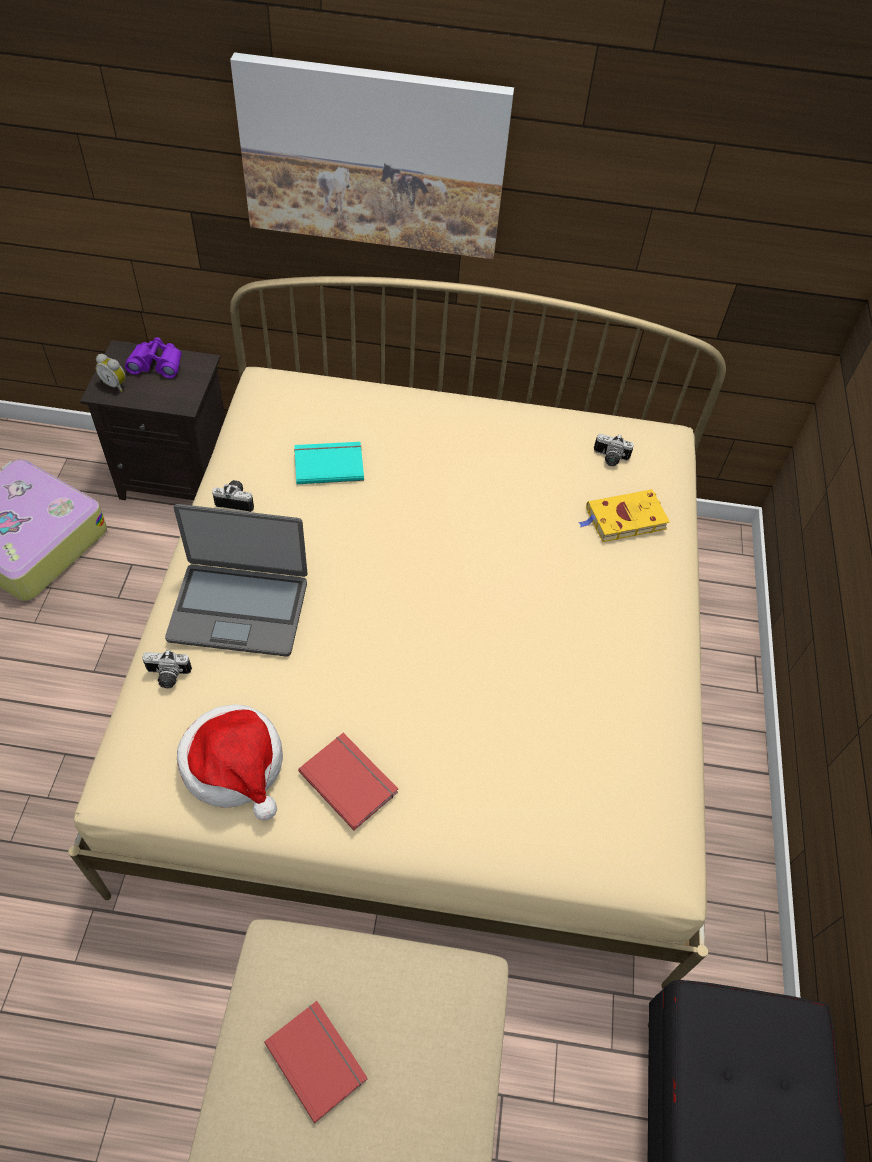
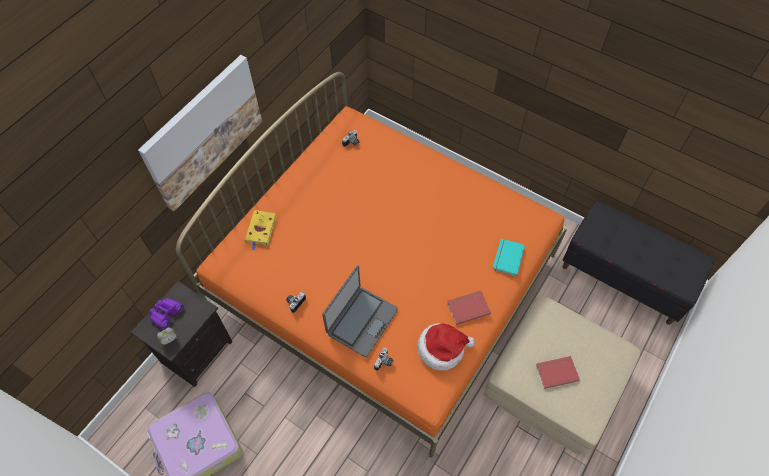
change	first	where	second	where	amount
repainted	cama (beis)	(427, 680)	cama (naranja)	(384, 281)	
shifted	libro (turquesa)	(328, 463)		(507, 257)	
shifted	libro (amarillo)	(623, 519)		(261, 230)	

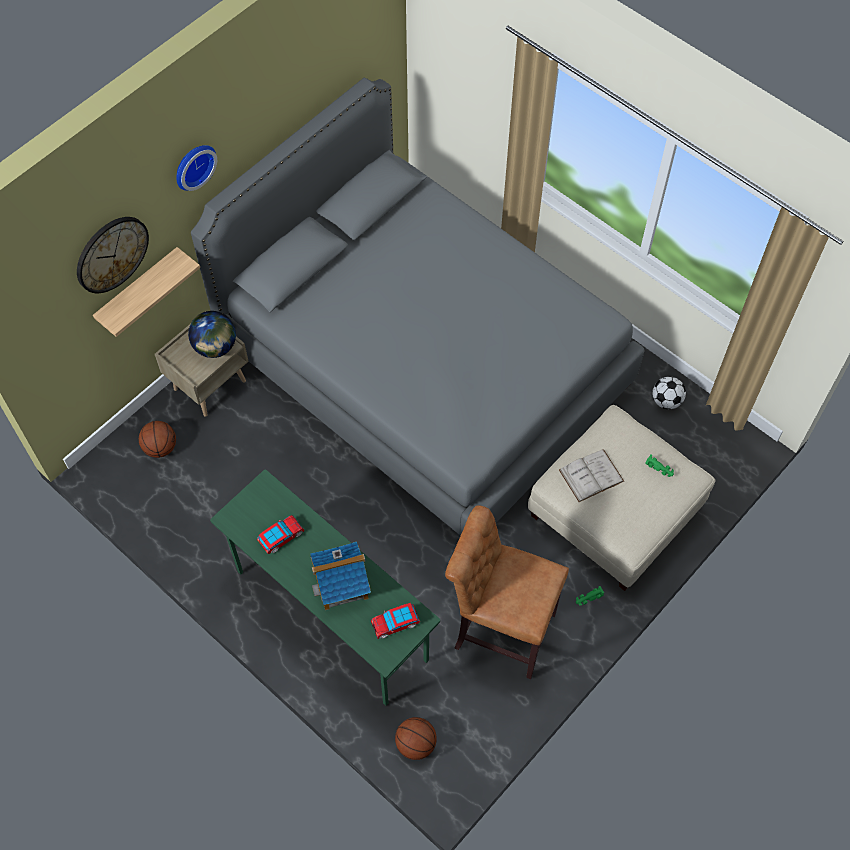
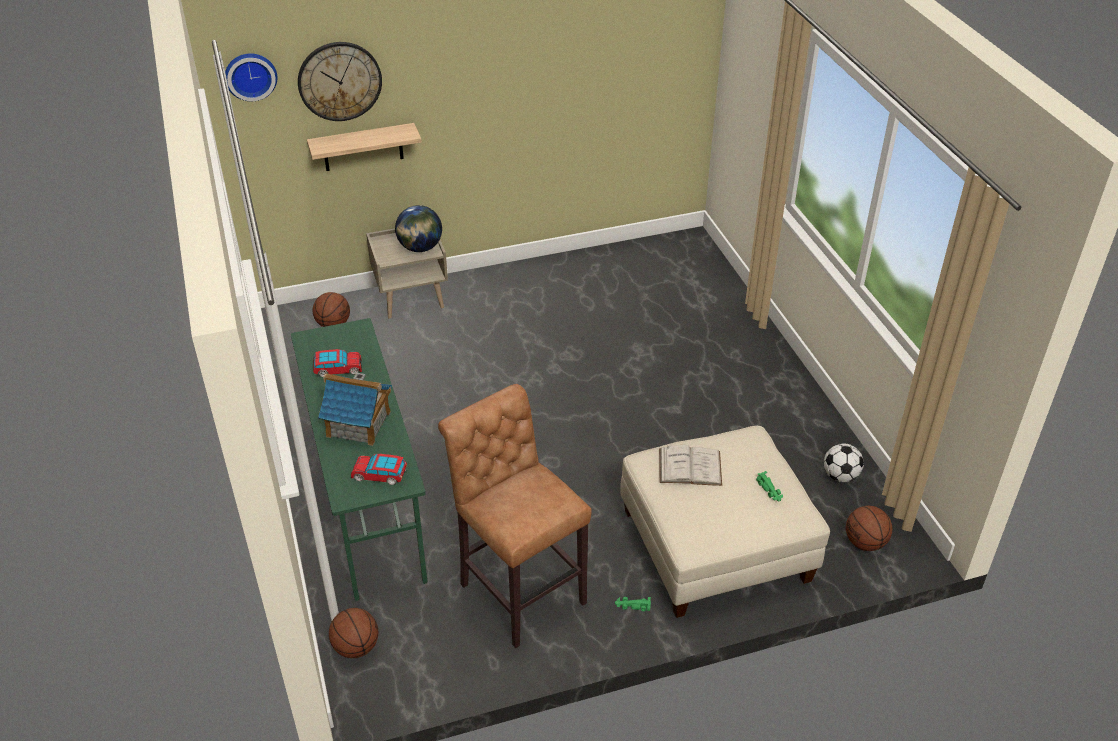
change	first	where	second	where	amount
gone	cama (gris)	(425, 365)			
shifted	reloj de pared	(193, 165)		(250, 75)	
new			balón de baloncesto	(865, 543)	

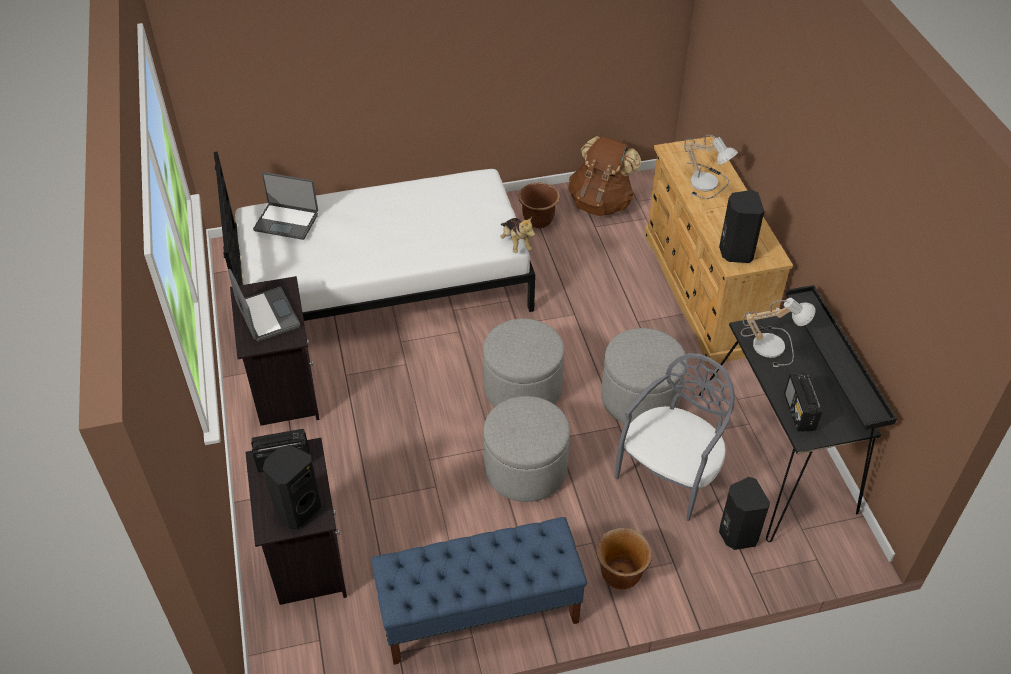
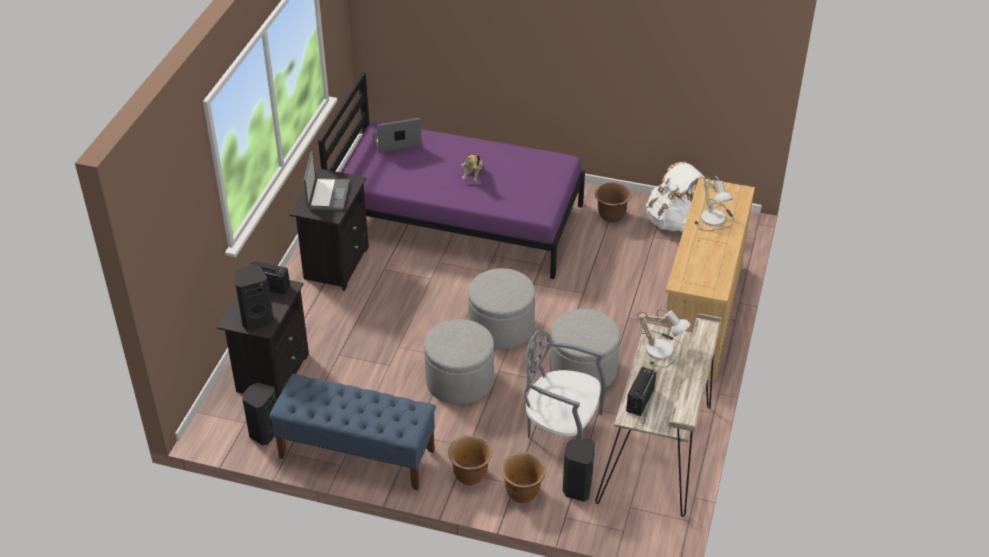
change	first	where	second	where	amount
repainted	mochila (marrón)	(601, 203)	mochila (blanco)	(674, 221)	
repainted	cama (blanco)	(383, 284)	cama (morado)	(457, 218)	
rotated	portátil	(287, 221)		(397, 141)	120 degrees clockwise
shifted	altavoz (negro)	(735, 252)		(264, 432)	
shifted	peluche	(516, 243)		(472, 174)	
repainted	escritorio (negro)	(779, 454)	escritorio (beis)	(658, 452)	
rotated	silla (gris)	(670, 475)		(561, 429)	135 degrees counterclockwise
new			maceta (marrón)	(522, 492)	

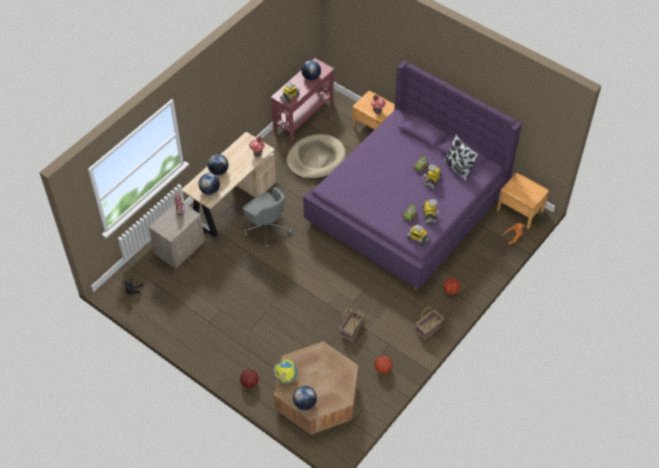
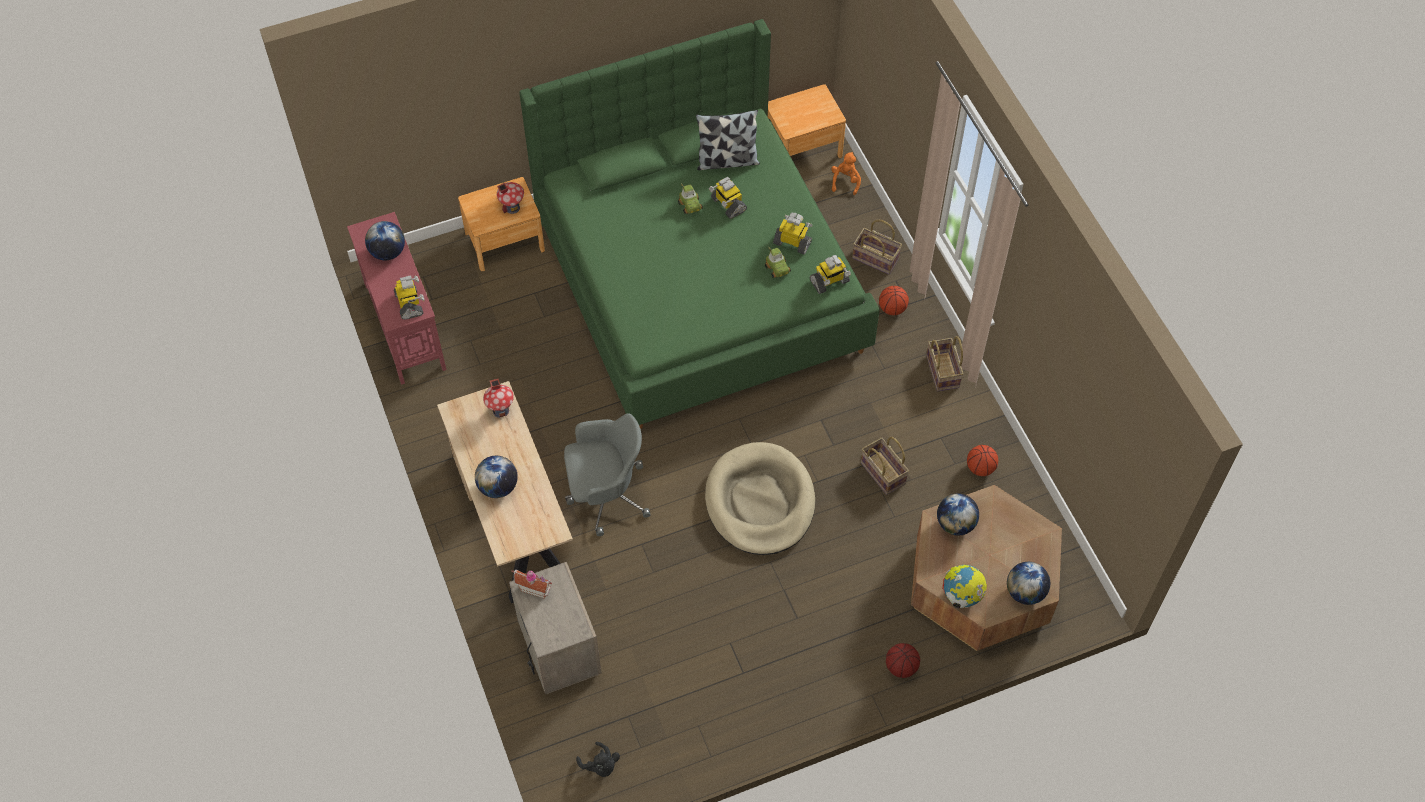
change	first	where	second	where	amount
repainted	cama (morado)	(408, 207)	cama (verde)	(700, 280)	
shifted	cama para perro (beis)	(316, 159)		(760, 502)	
shifted	globo terráqueo	(210, 190)		(955, 524)	
new			cesta	(876, 258)	

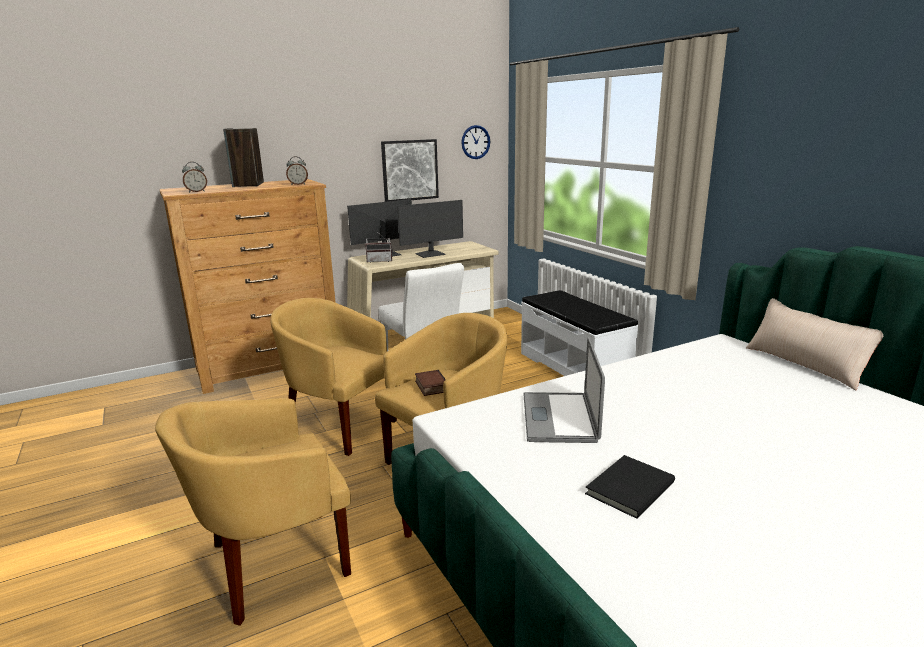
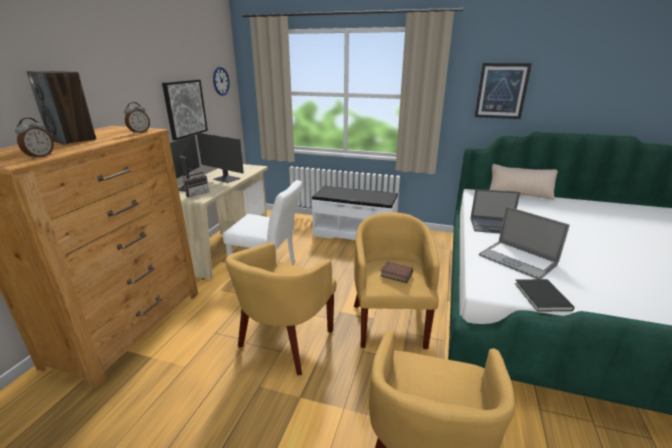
change	first	where	second	where	amount
rotated	monitor	(431, 254)		(226, 179)	105 degrees clockwise
rotated	sillón (amarillo)	(339, 426)		(285, 341)	45 degrees counterclockwise
shifted	libro (negro)	(627, 487)		(541, 297)	
new			cuadro	(501, 91)	
new			portátil	(494, 226)	

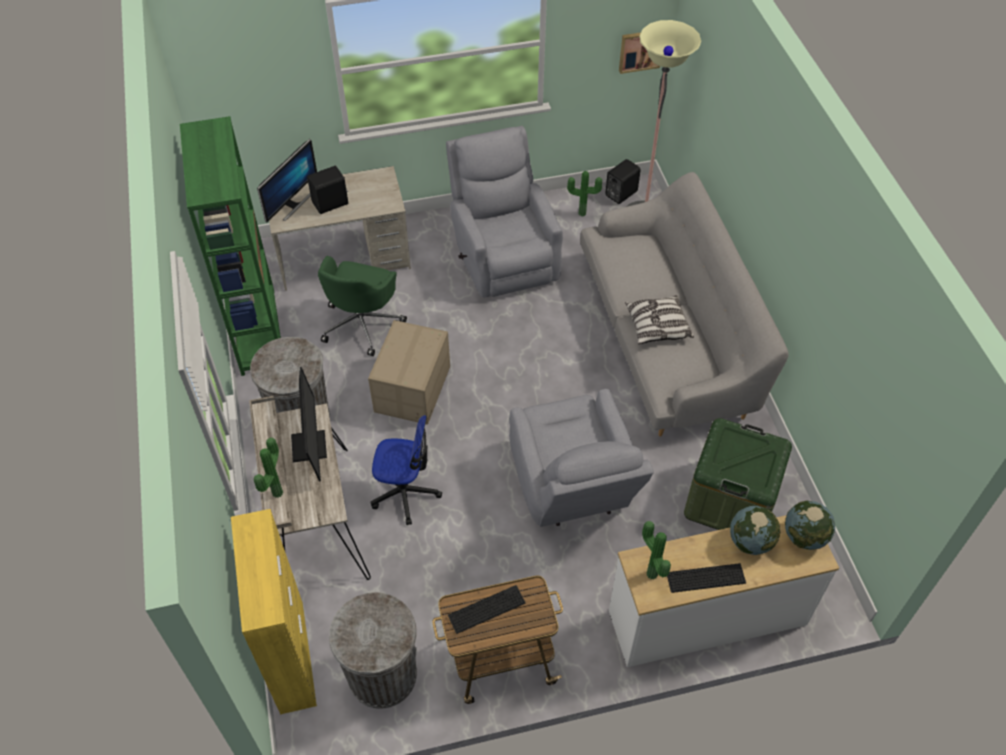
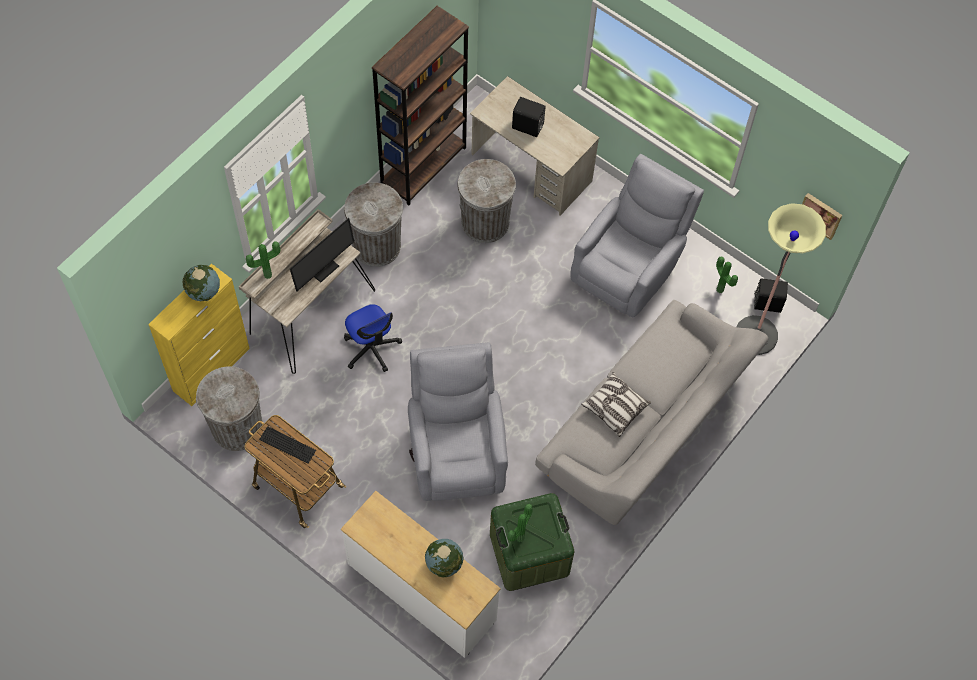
change	first	where	second	where	amount
repainted	estantería (verde)	(258, 331)	estantería (marrón)	(423, 166)	
gone	monitor	(292, 204)			
swapped	silla de oficina (verde)	(362, 323)	papelera (gris)	(485, 222)	
gone	caja de cartón	(413, 389)			
rotated	sillón (gris)	(573, 489)		(456, 447)	135 degrees clockwise
shifted	globo terráqueo	(804, 537)		(203, 292)	
shifted	planta en maceta	(650, 575)		(518, 537)	
gone	teclado	(705, 578)			

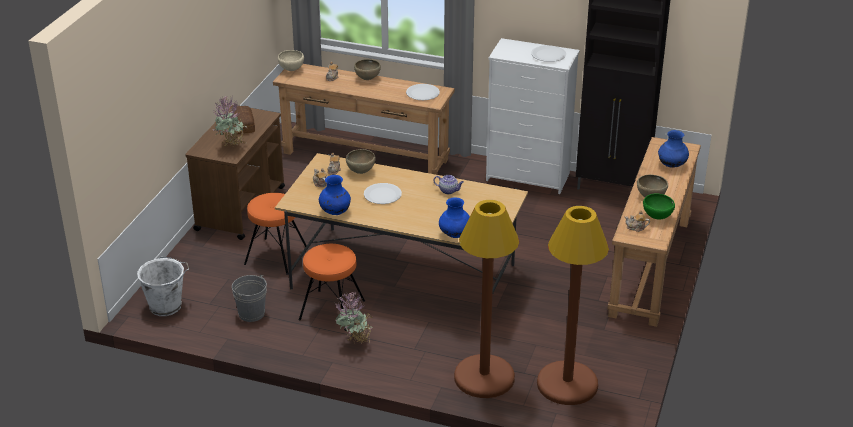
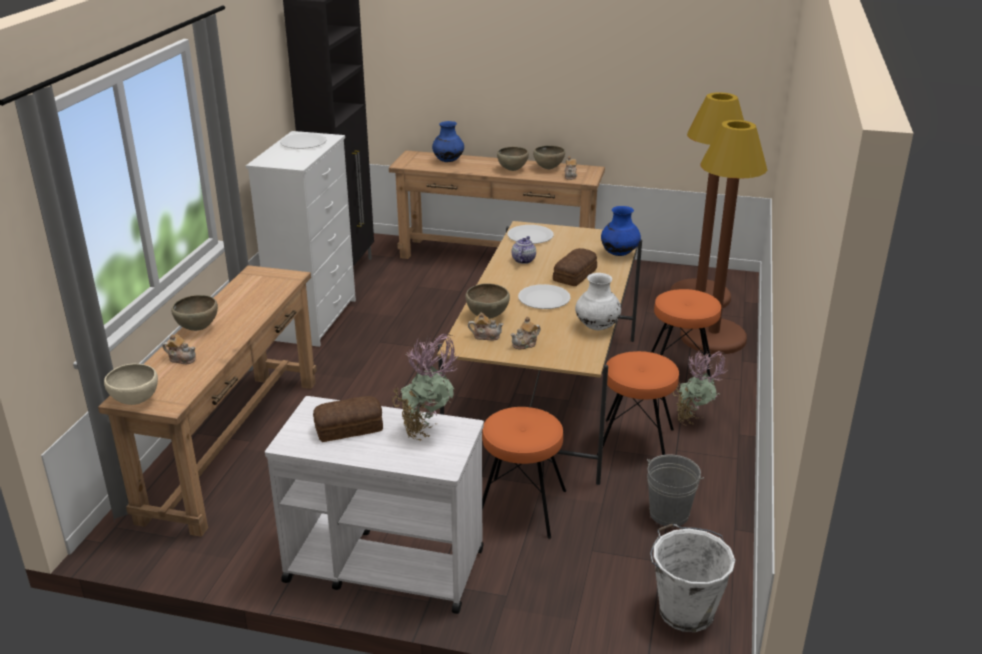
change	first	where	second	where	amount
shifted	plato (blanco)	(422, 93)		(530, 236)	
repainted	carrito (marrón)	(241, 208)	carrito (blanco)	(383, 565)	
repainted	florero (azul)	(335, 212)	florero (blanco)	(597, 327)	
repainted	cuenco (verde)	(657, 217)	cuenco (marrón)	(549, 168)	
new			pan	(576, 275)	
new			taburete (naranja)	(680, 372)	

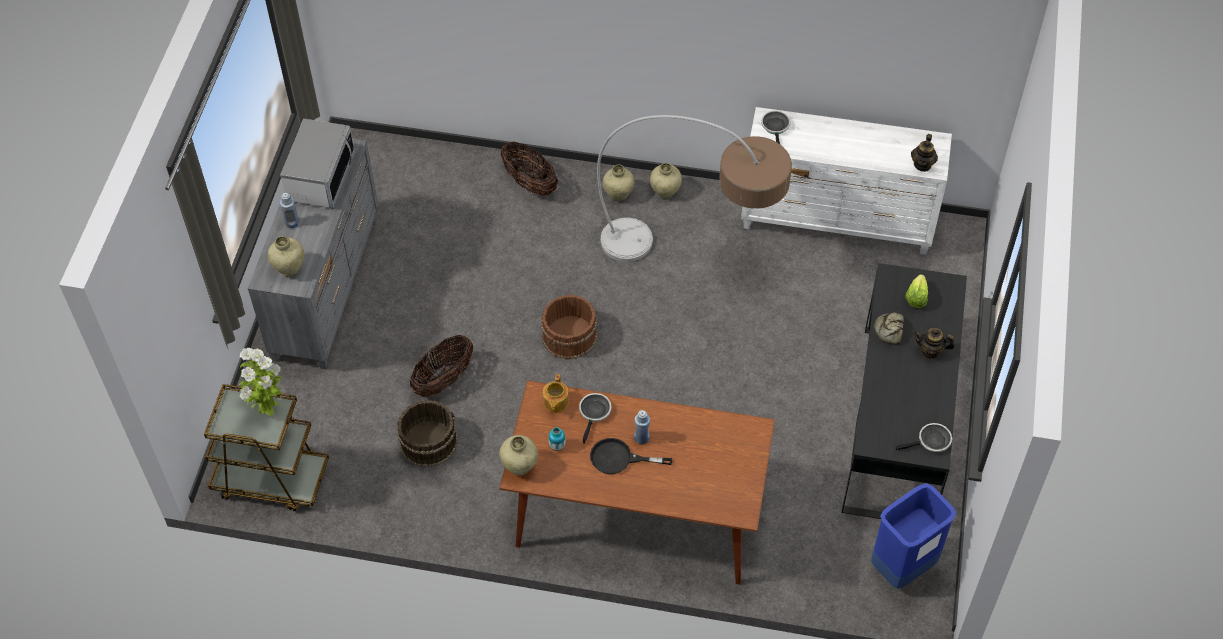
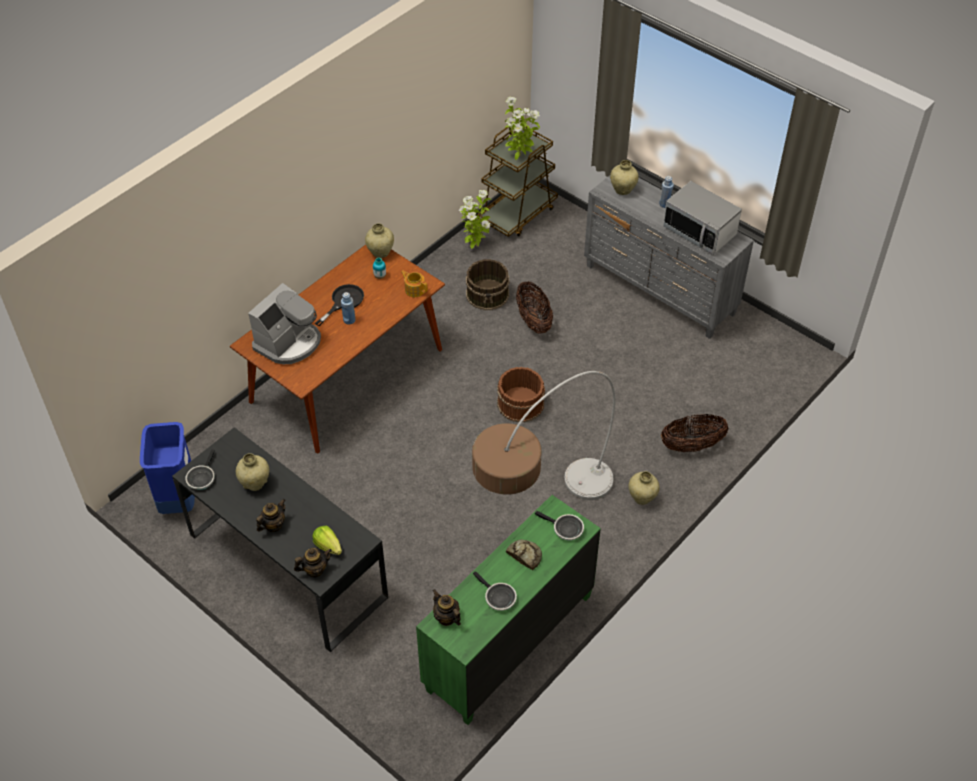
change	first	where	second	where	amount
repainted	cómoda (blanco)	(837, 222)	cómoda (verde)	(508, 642)	
shifted	florero (beis)	(665, 192)		(255, 483)	
shifted	pan	(889, 330)		(524, 555)	
shifted	sartén	(594, 413)		(498, 598)	
new			planta en maceta	(475, 246)	
new			cafetera	(289, 343)	
new			tetera	(314, 570)	

